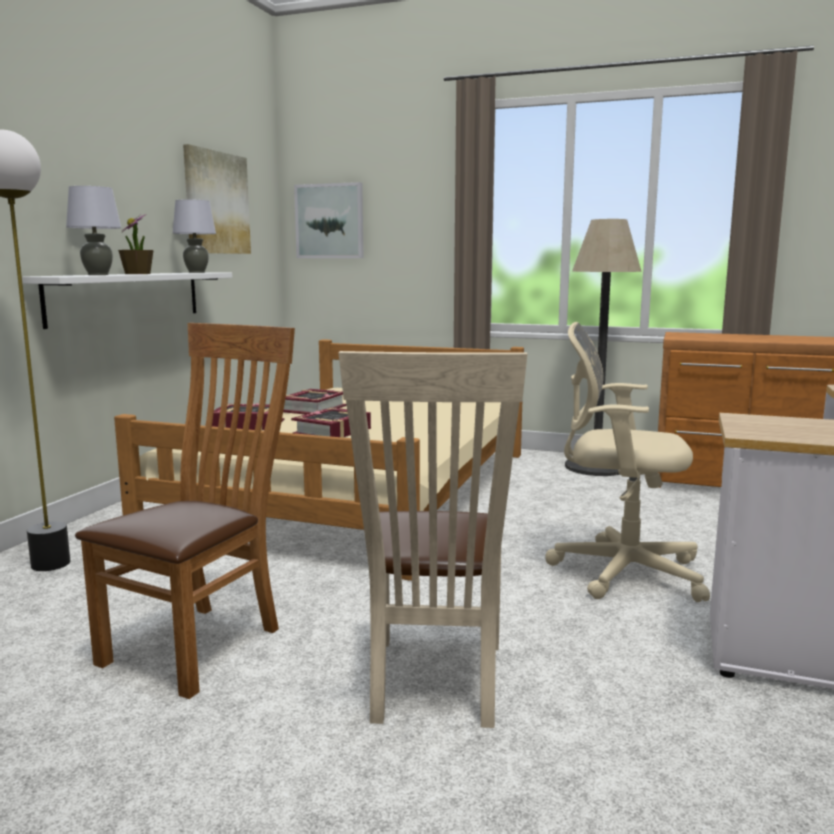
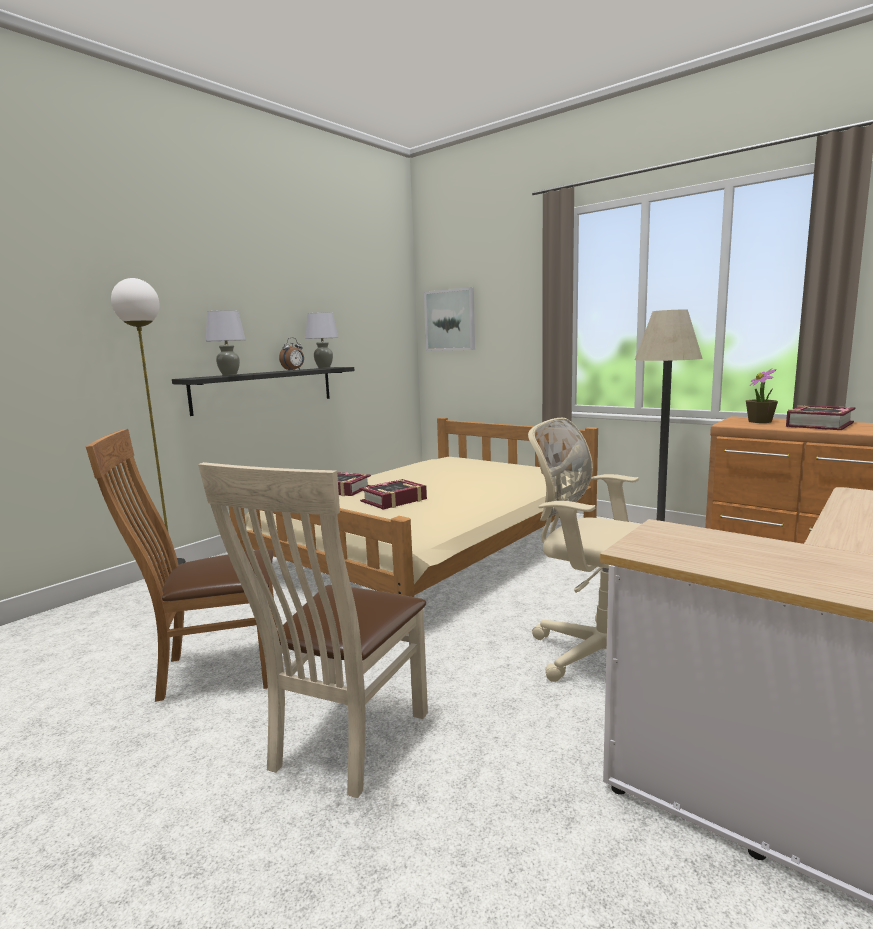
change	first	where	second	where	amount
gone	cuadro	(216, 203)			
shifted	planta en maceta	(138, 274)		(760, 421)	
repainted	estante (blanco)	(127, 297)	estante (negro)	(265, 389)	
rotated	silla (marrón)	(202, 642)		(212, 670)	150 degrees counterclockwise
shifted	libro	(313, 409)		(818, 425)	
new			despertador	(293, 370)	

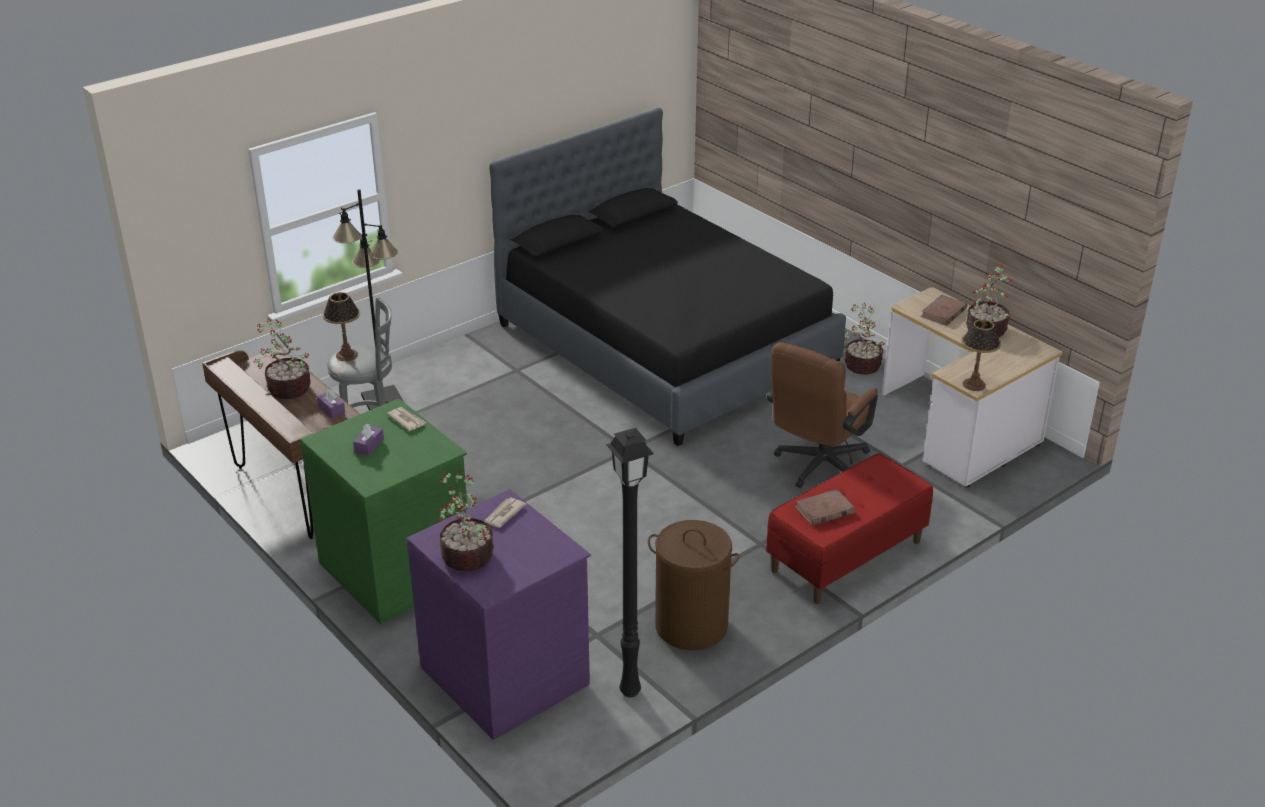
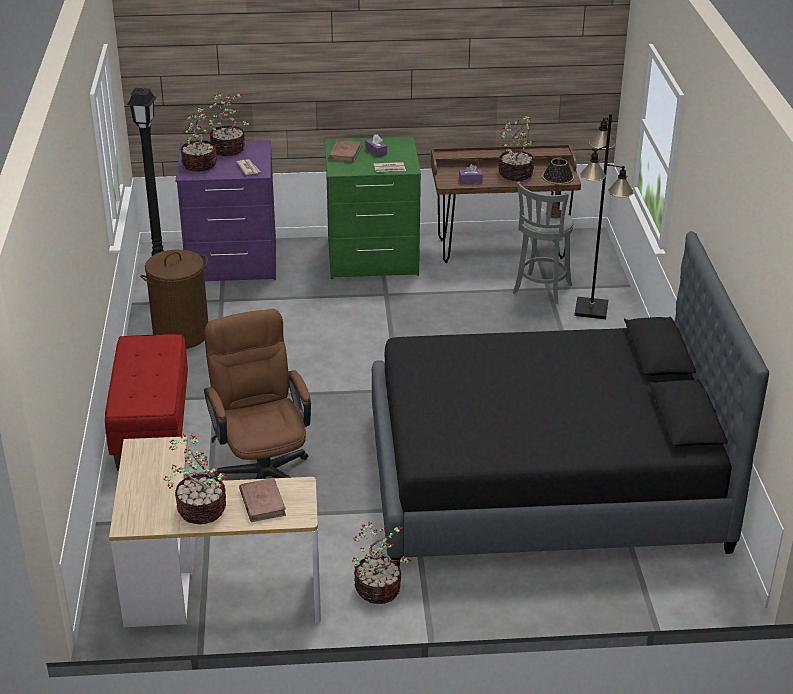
change	first	where	second	where	amount
gone	lámpara de mesa	(974, 384)			
shifted	libro (marrón)	(824, 510)		(345, 153)	
new			planta en maceta	(200, 165)	

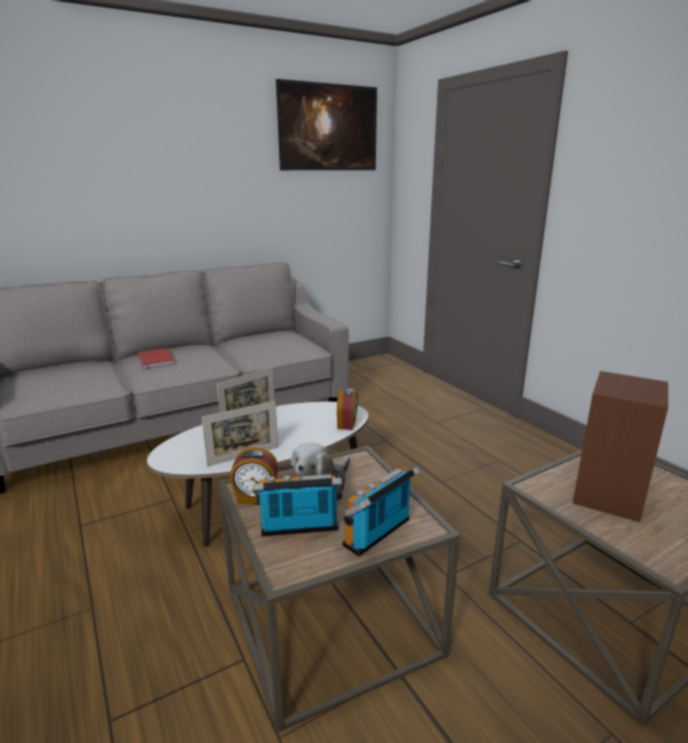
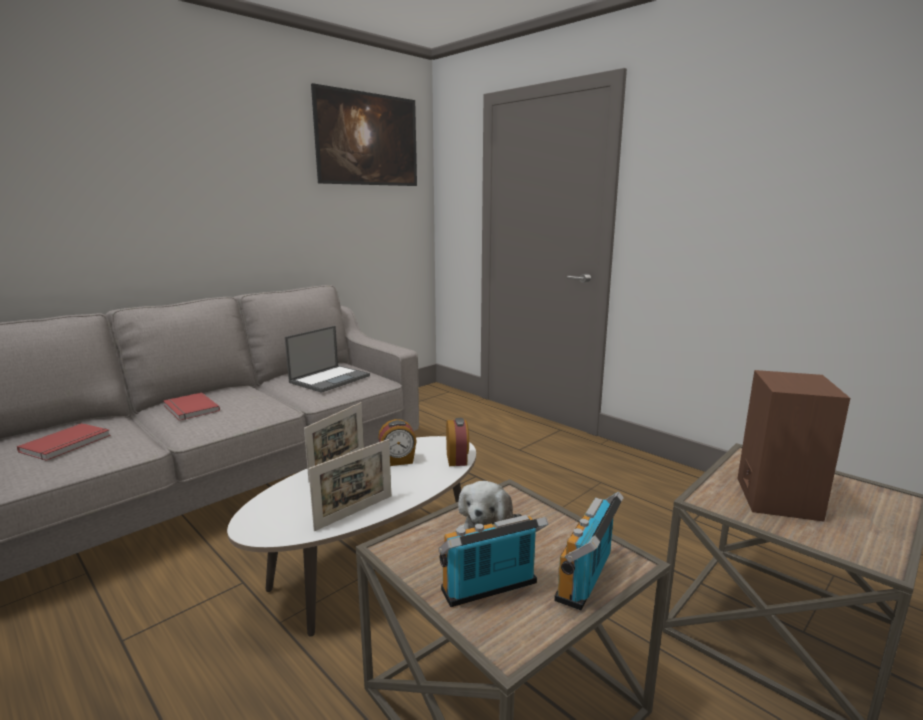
change	first	where	second	where	amount
shifted	despertador	(256, 498)		(398, 461)	
new			portátil	(330, 379)	
new			libro (rojo)	(67, 444)	

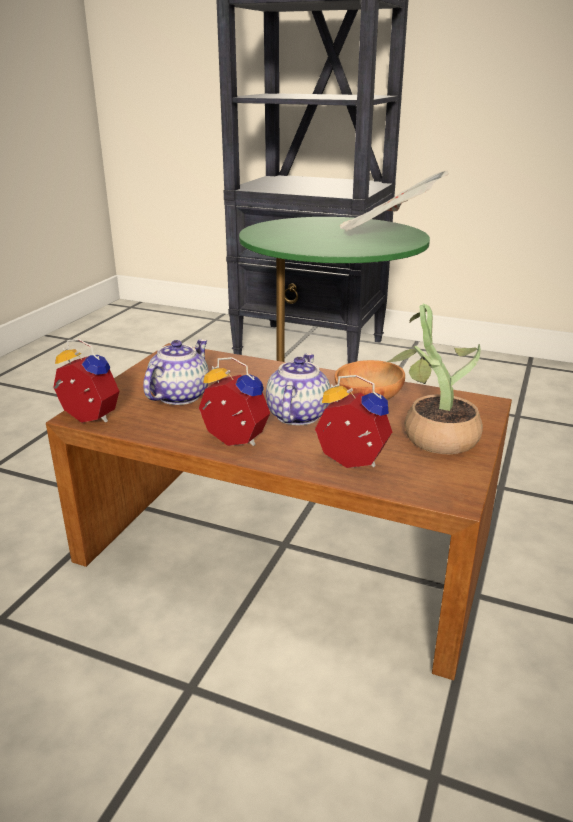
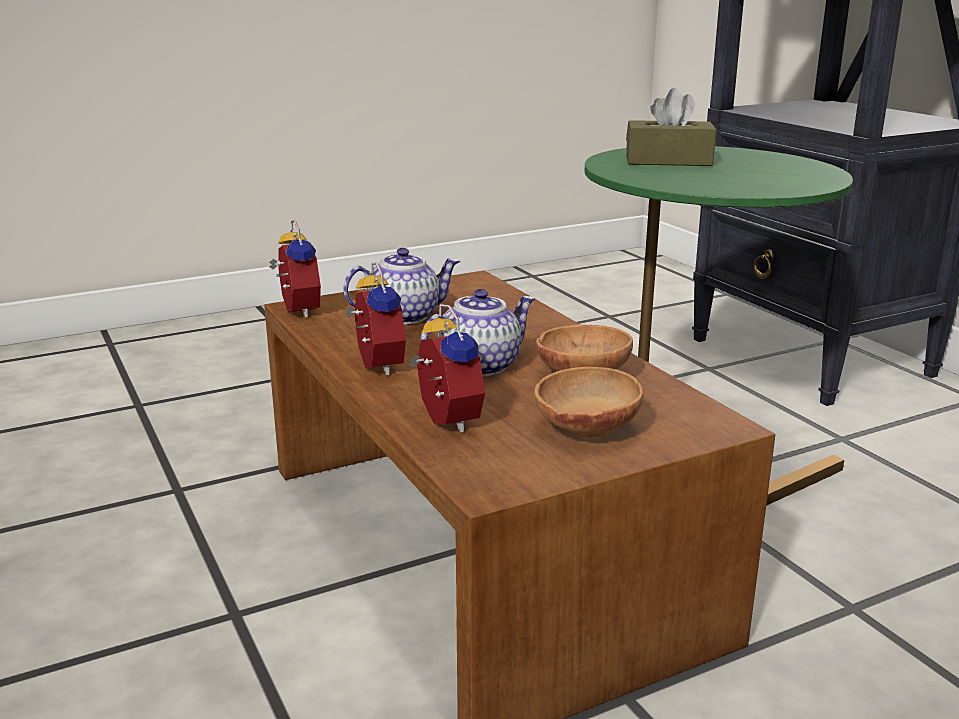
change	first	where	second	where	amount
gone	periódico	(387, 232)			
swapped	planta en maceta	(432, 435)	cuenco (marrón)	(584, 430)	
new			caja de pañuelos (marrón)	(668, 161)	

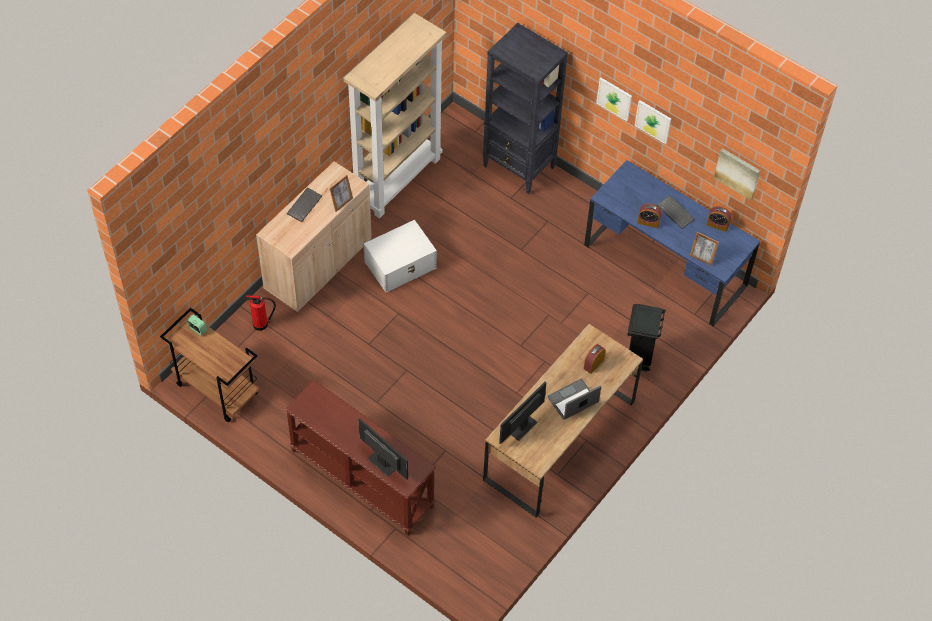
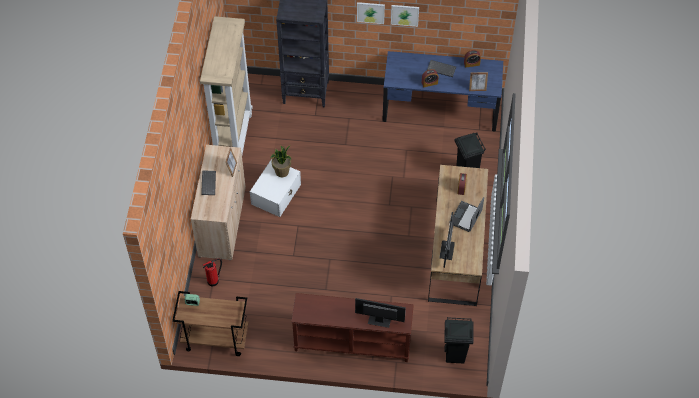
change	first	where	second	where	amount
gone	cuadro	(737, 173)			
new			planta en maceta	(282, 172)	
new			papelera (negro)	(455, 355)	

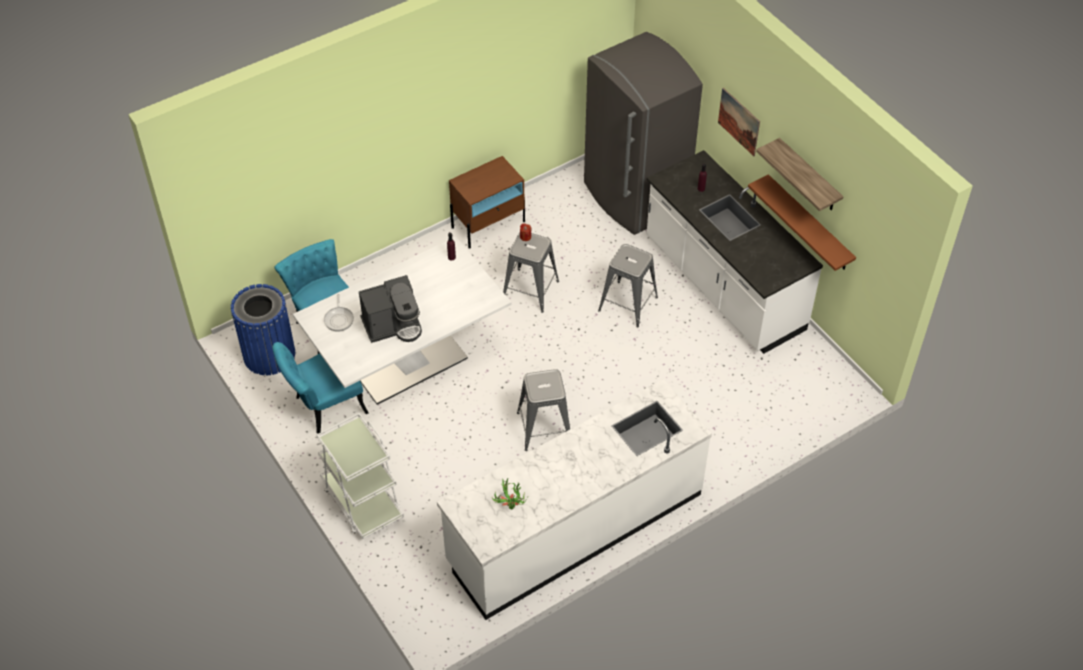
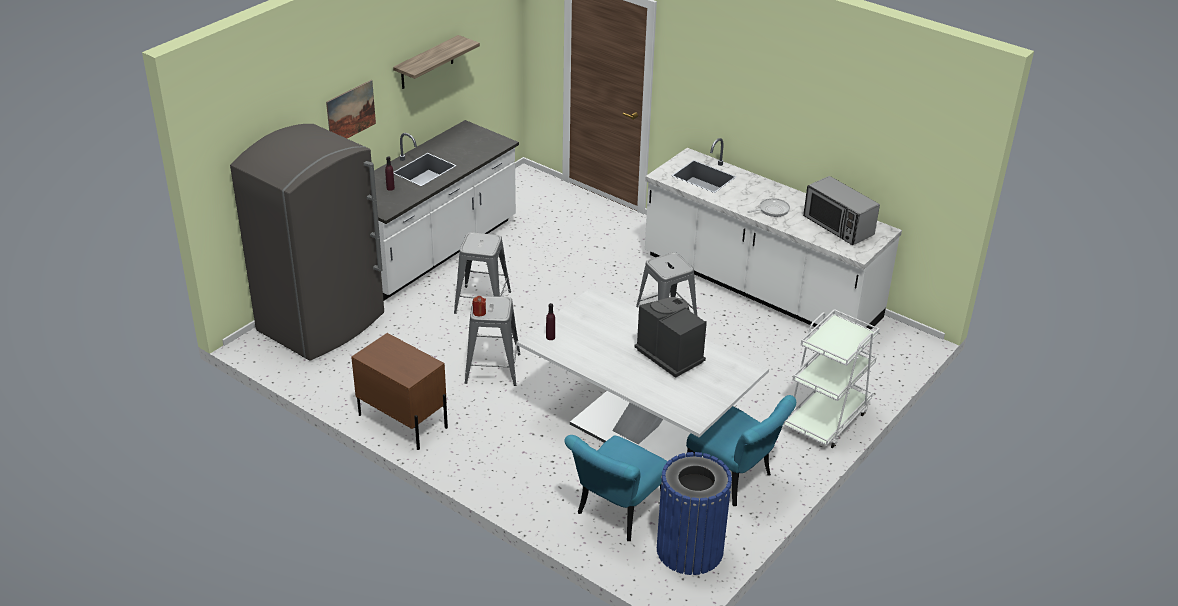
change	first	where	second	where	amount
gone	estante (marrón)	(809, 224)			
shifted	sartén	(339, 319)		(772, 210)	
swapped	planta en maceta	(510, 508)	microondas	(838, 226)	

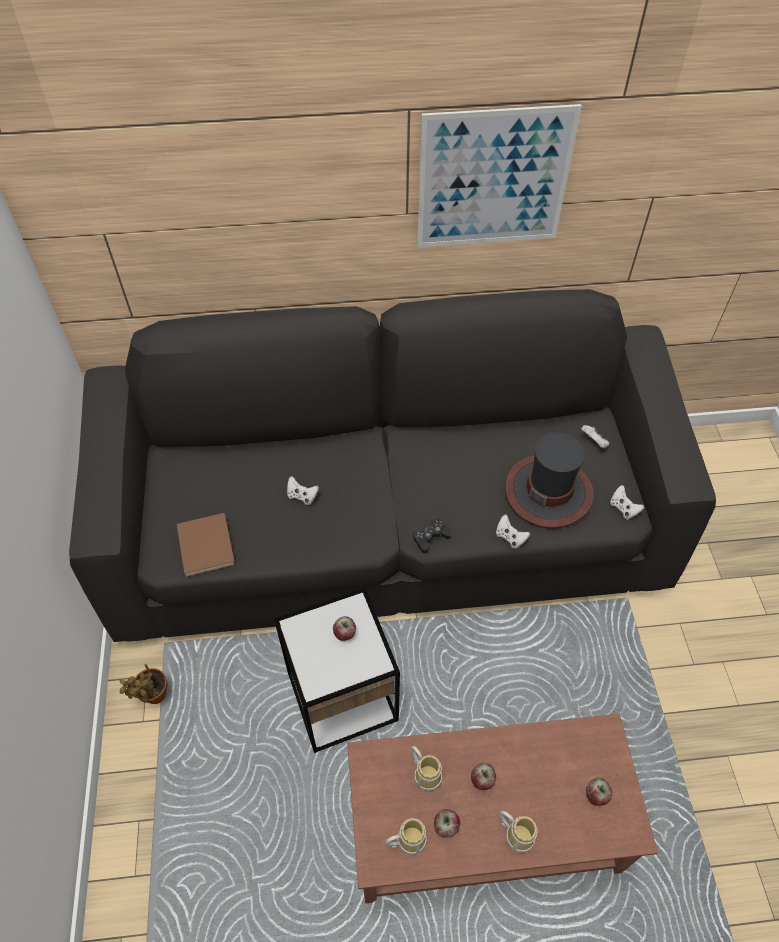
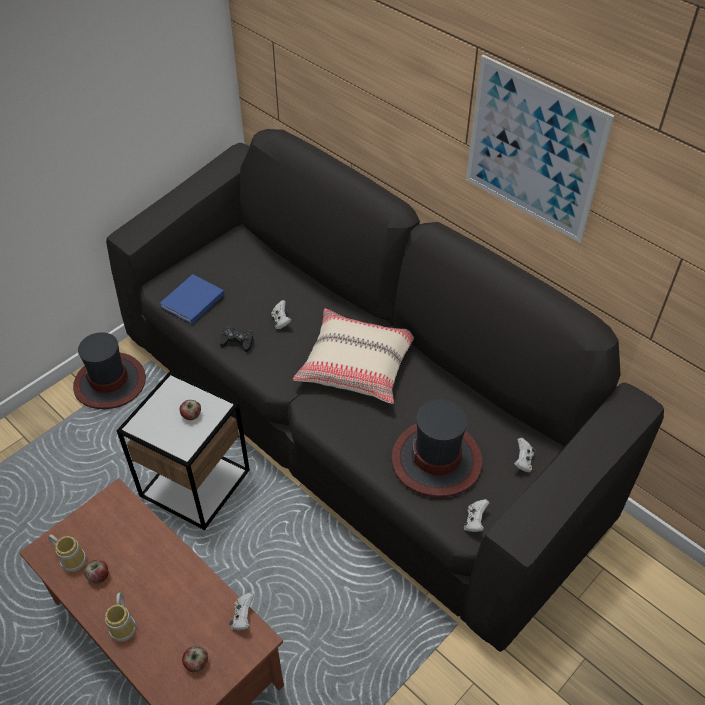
change	first	where	second	where	amount
repainted	libro (marrón)	(206, 547)	libro (azul)	(191, 301)	
shifted	mando de consola (blanco)	(510, 537)		(243, 617)	
shifted	mando de consola (negro)	(430, 537)		(237, 342)	
swapped	planta en maceta	(153, 696)	sombrero	(110, 382)	
gone	taza grande	(426, 773)			
gone	manzana	(482, 780)			
new			cojín (beis)	(357, 364)	

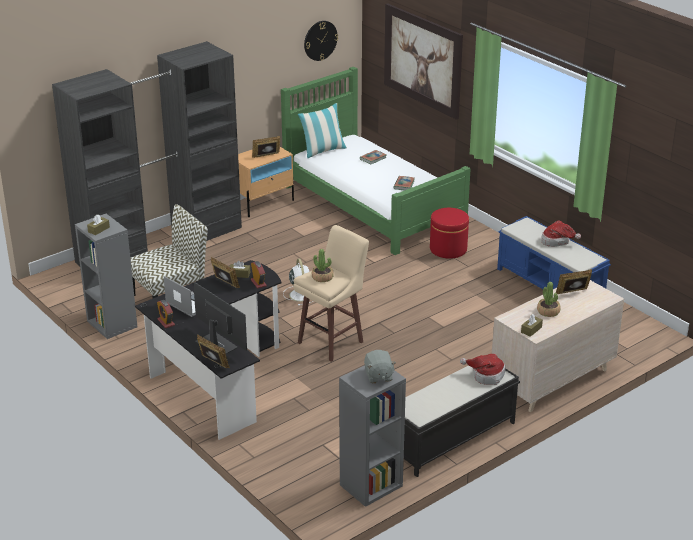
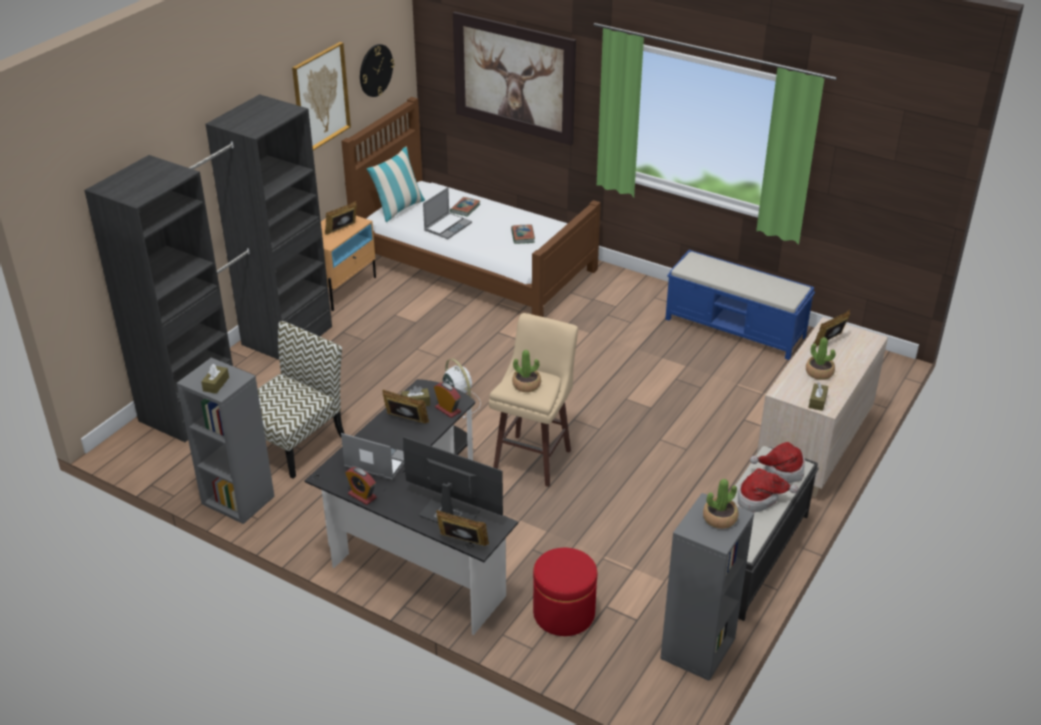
change	first	where	second	where	amount
repainted	cama (verde)	(372, 204)	cama (marrón)	(473, 265)	
shifted	puf (rojo)	(448, 249)		(564, 613)	
shifted	sombrero	(557, 241)		(760, 499)	
swapped	peluche (gris)	(378, 376)	planta en maceta	(719, 518)	
new			cuadro	(320, 98)	
new			portátil	(447, 226)	

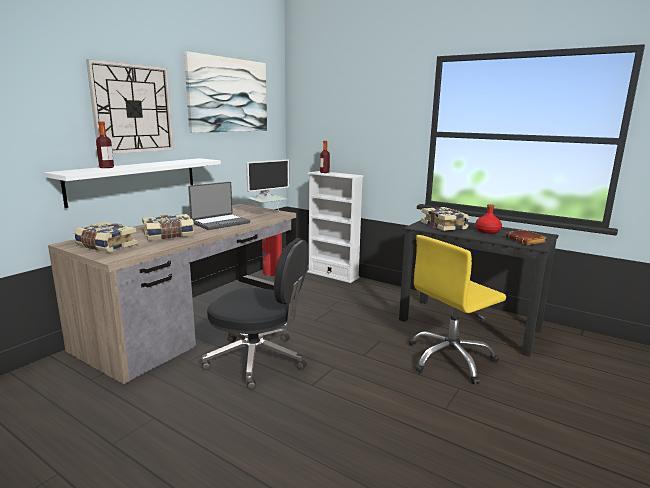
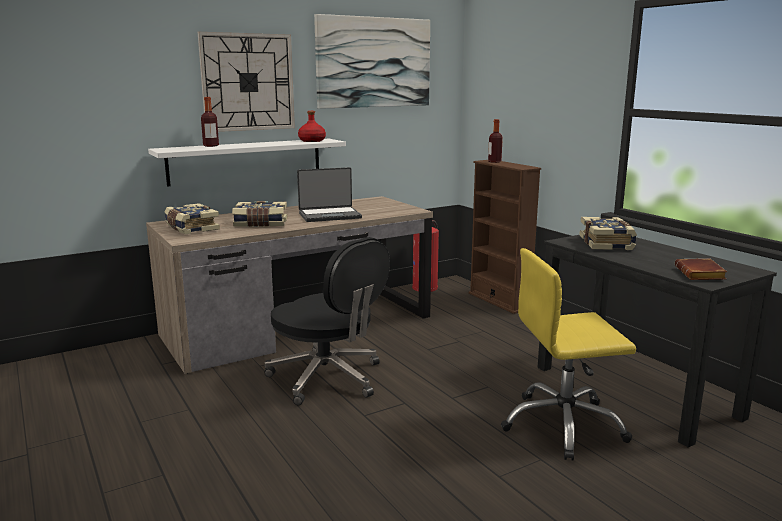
change	first	where	second	where	amount
gone	monitor	(267, 215)			
repainted	estantería (blanco)	(333, 275)	estantería (marrón)	(499, 301)	
shifted	botella (rojo)	(487, 231)		(312, 141)	

